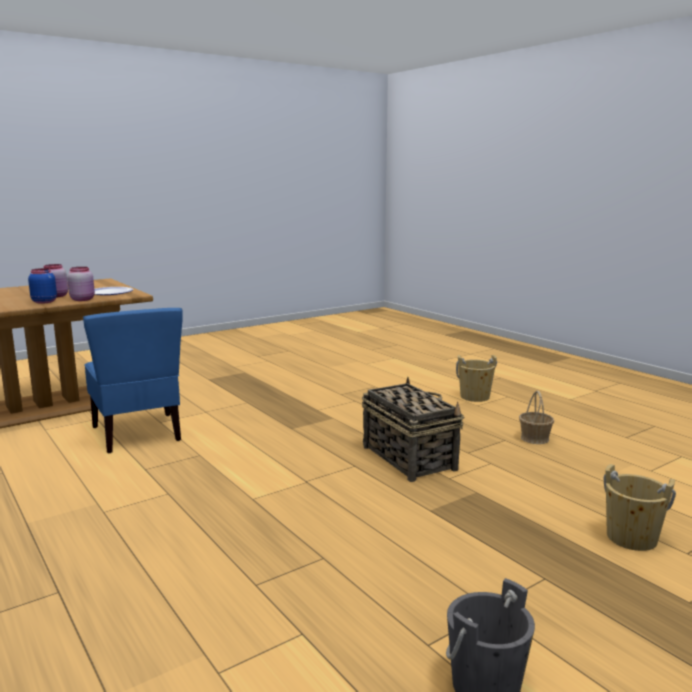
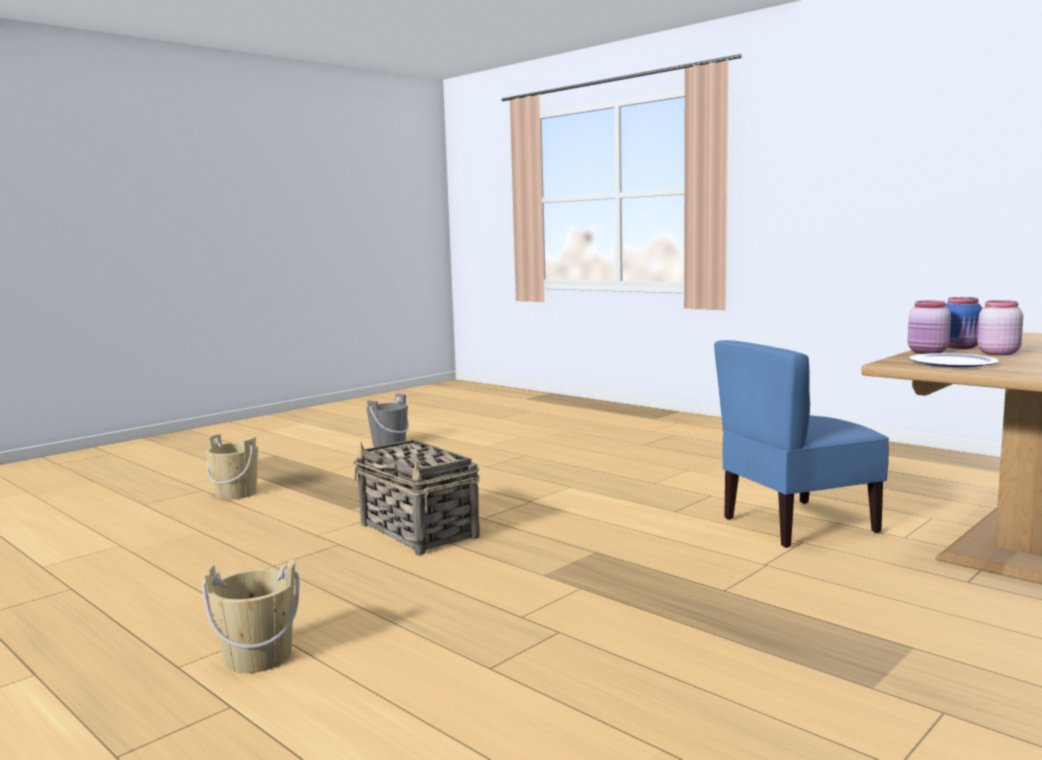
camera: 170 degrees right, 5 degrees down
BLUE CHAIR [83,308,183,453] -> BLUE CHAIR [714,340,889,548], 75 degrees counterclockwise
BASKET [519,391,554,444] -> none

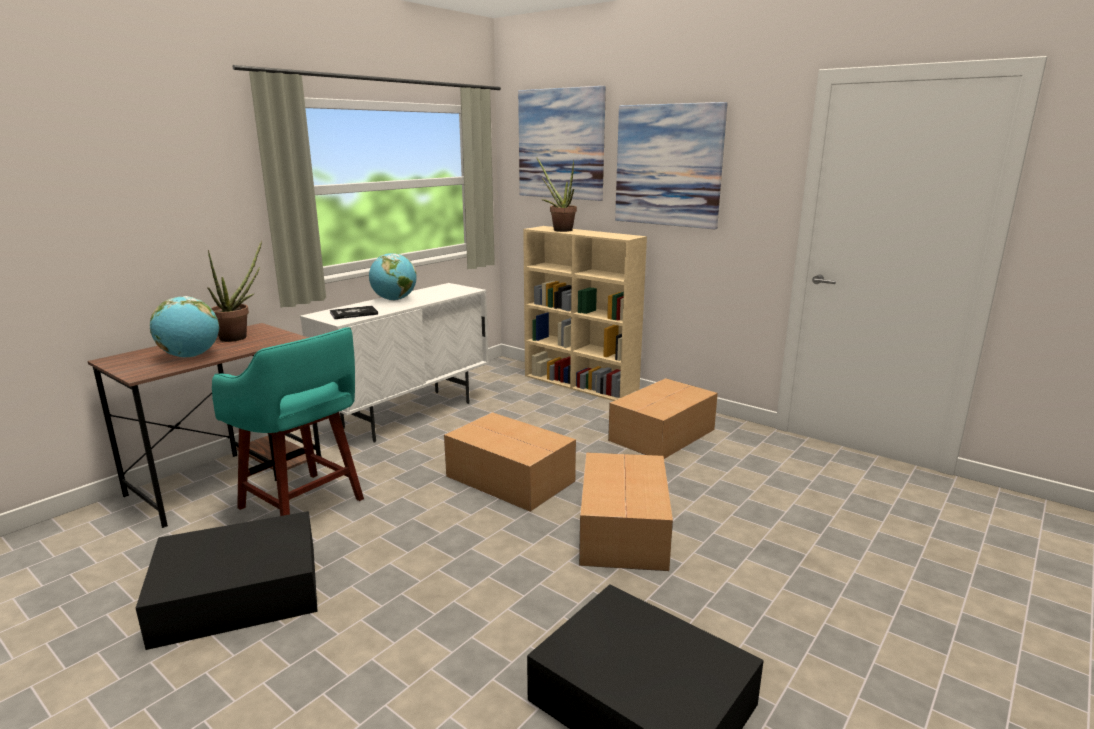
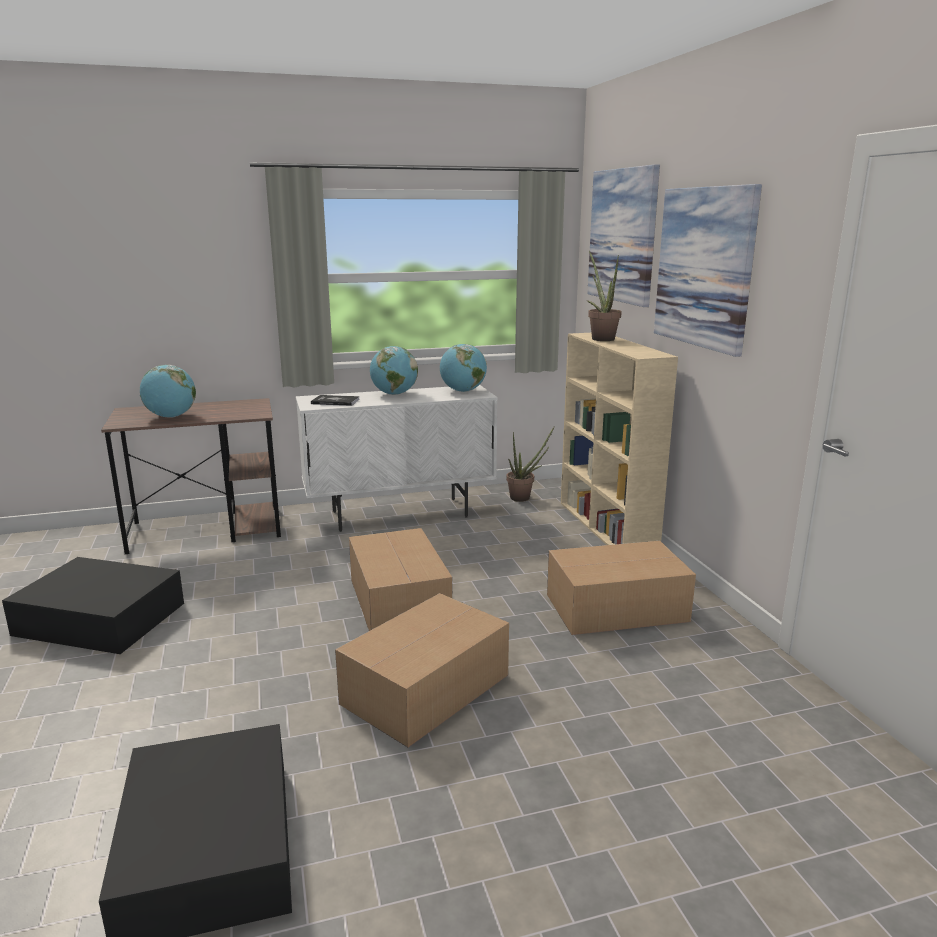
camera: 35 degrees right, 0 degrees up
none -> GLOBE [440,344,487,392]
POTTED PLANT [208,240,262,342] -> POTTED PLANT [506,426,555,502], moved
TURQUOISE STOOL [212,327,364,516] -> none

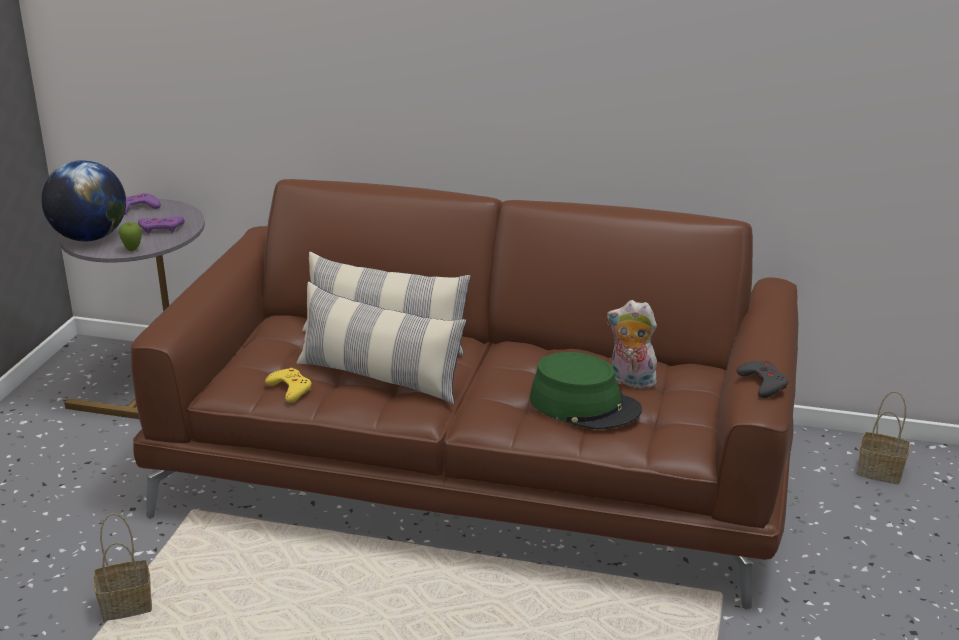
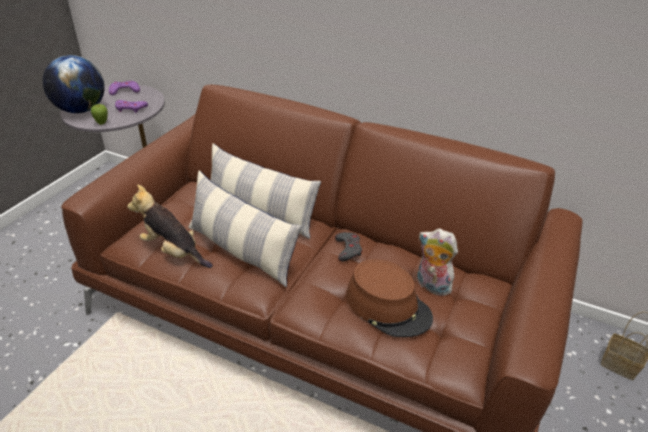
camera: 10 degrees right, 10 degrees up
YELLOW GAME CONTROLLER [265,368,312,403] -> PLUSH TOY [127,184,213,268]
GREY GAME CONTROLLER [736,361,788,398] -> GREY GAME CONTROLLER [335,232,362,262], moved
GREEN HAT [530,352,642,430] -> BROWN HAT [346,259,433,337]
BASKET [94,513,152,623] -> none

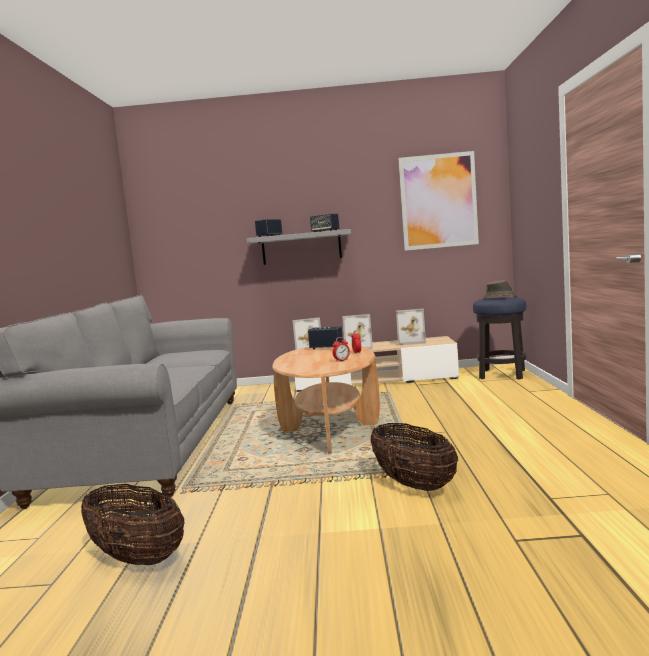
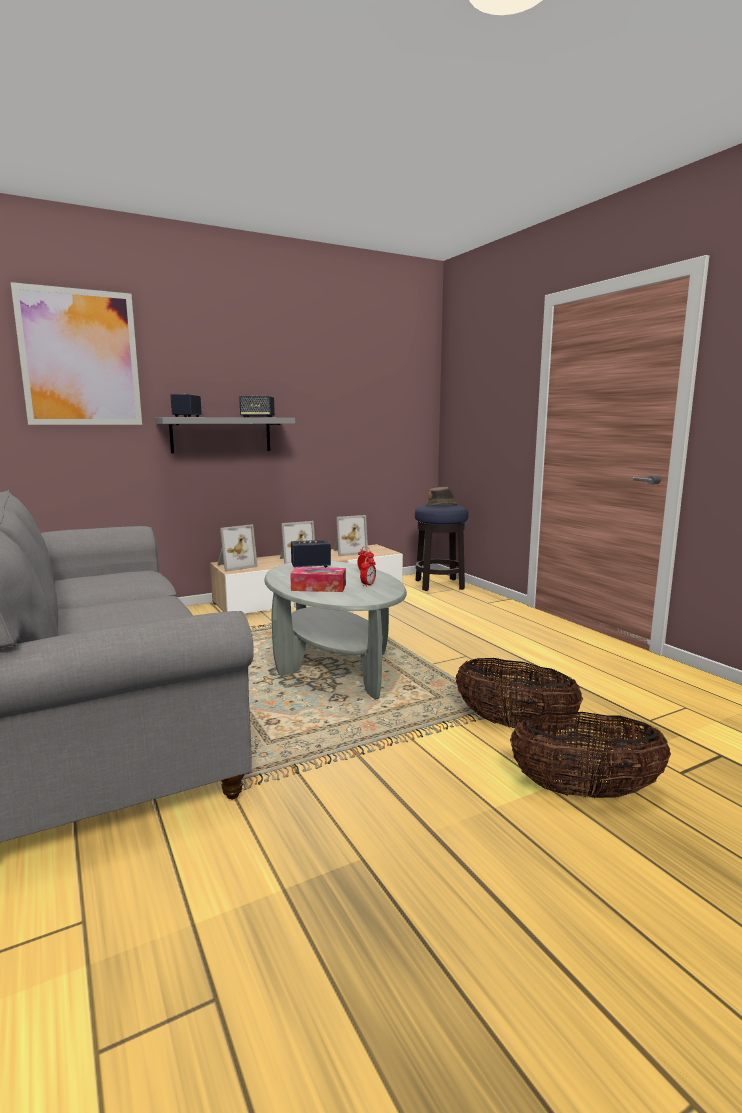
camera: 30 degrees left, 5 degrees up
PICTURE [398,151,479,251] -> PICTURE [11,282,142,425], moved
BROWN COFFEE TABLE [272,344,380,454] -> GREY COFFEE TABLE [264,561,407,700]
none -> TISSUE BOX [290,567,346,592]
BASKET [81,484,184,565] -> BASKET [510,712,671,798], moved

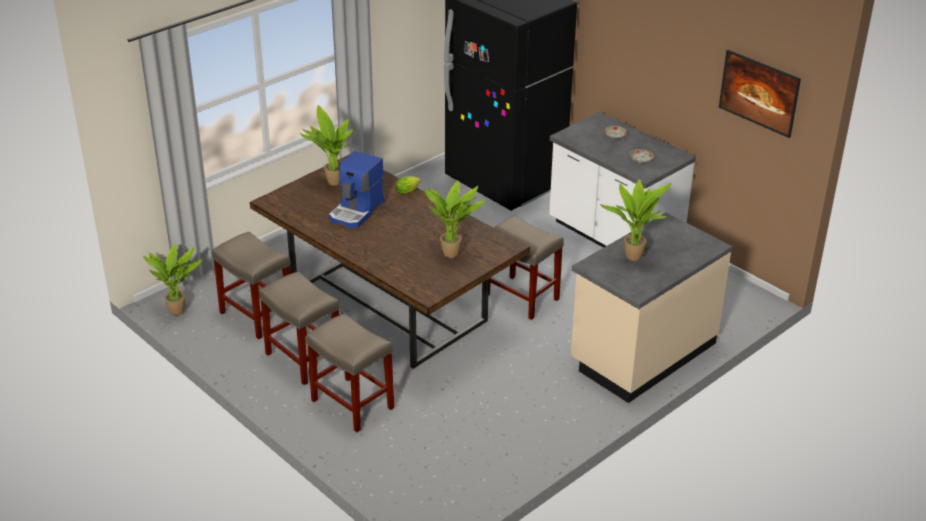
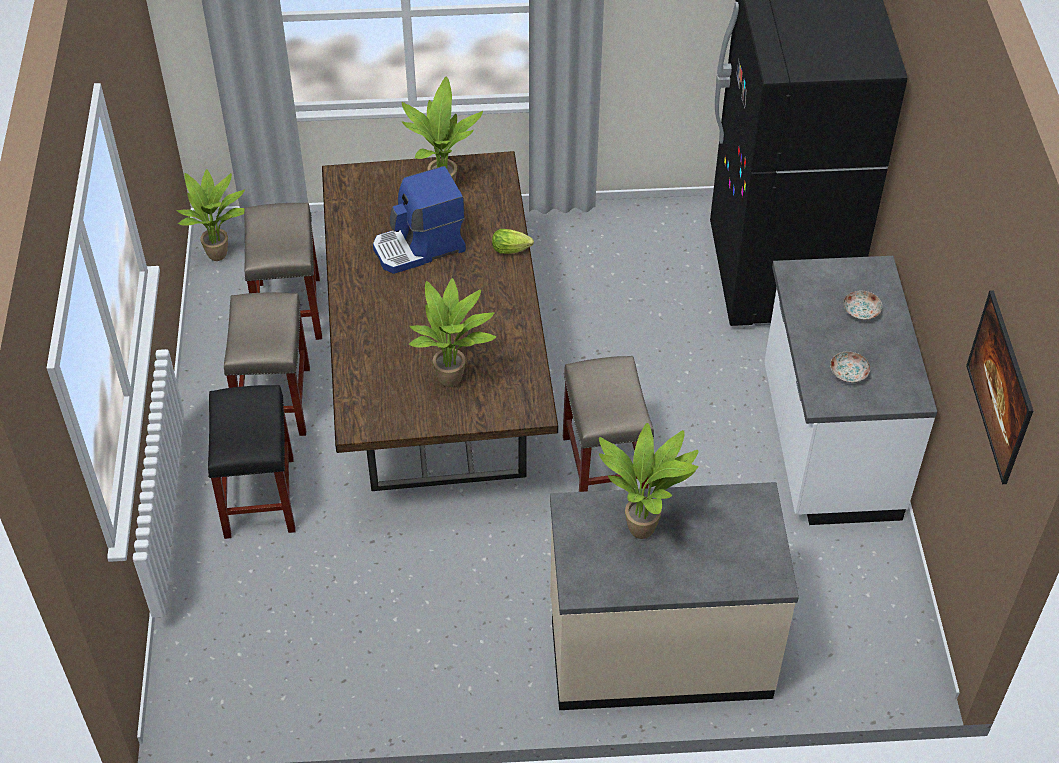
camera: 40 degrees right, 15 degrees up
BEIGE STOOL [306,313,394,432] -> BLACK STOOL [208,385,296,539]

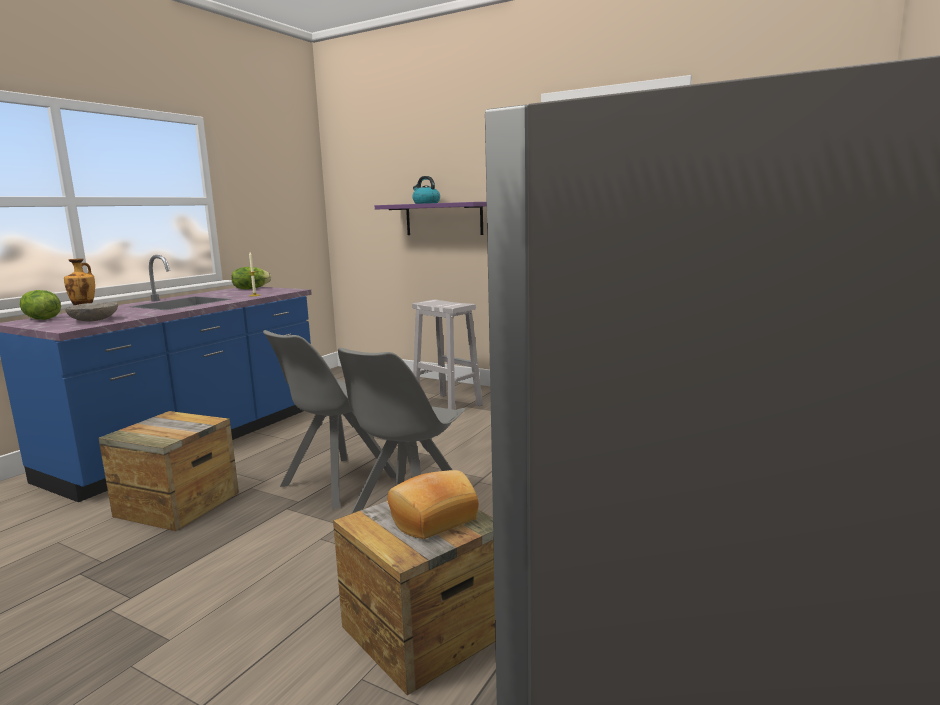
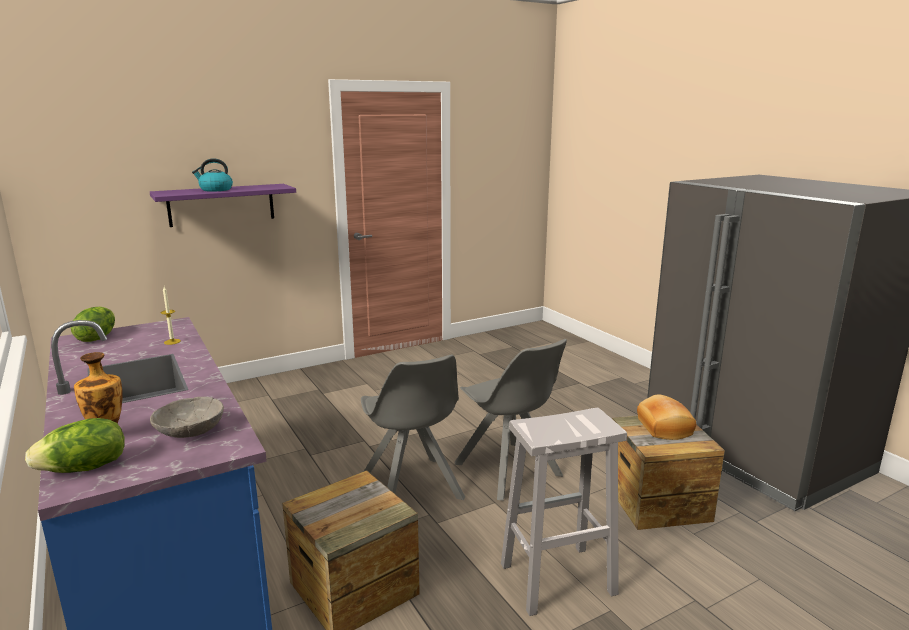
camera: 60 degrees left, 5 degrees up
WHITE STOOL [412,300,483,410] -> WHITE STOOL [501,408,627,616], moved

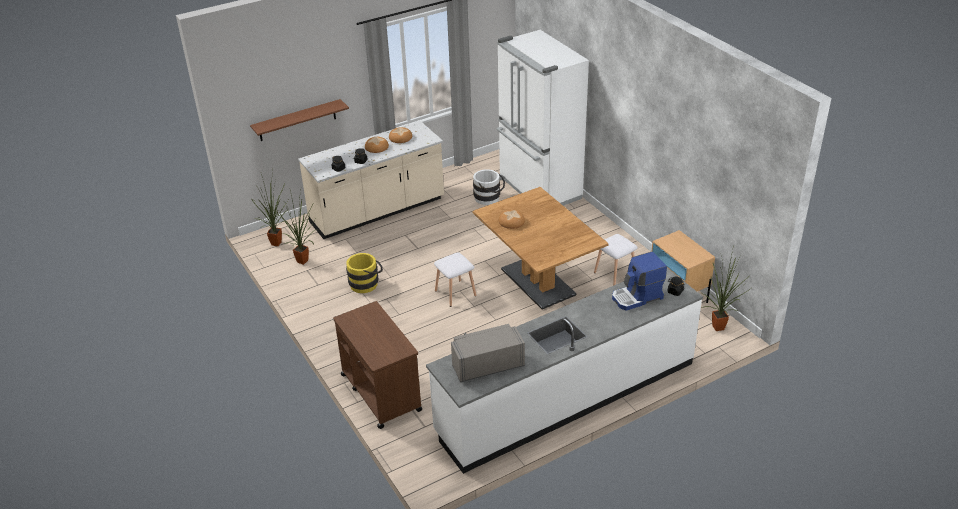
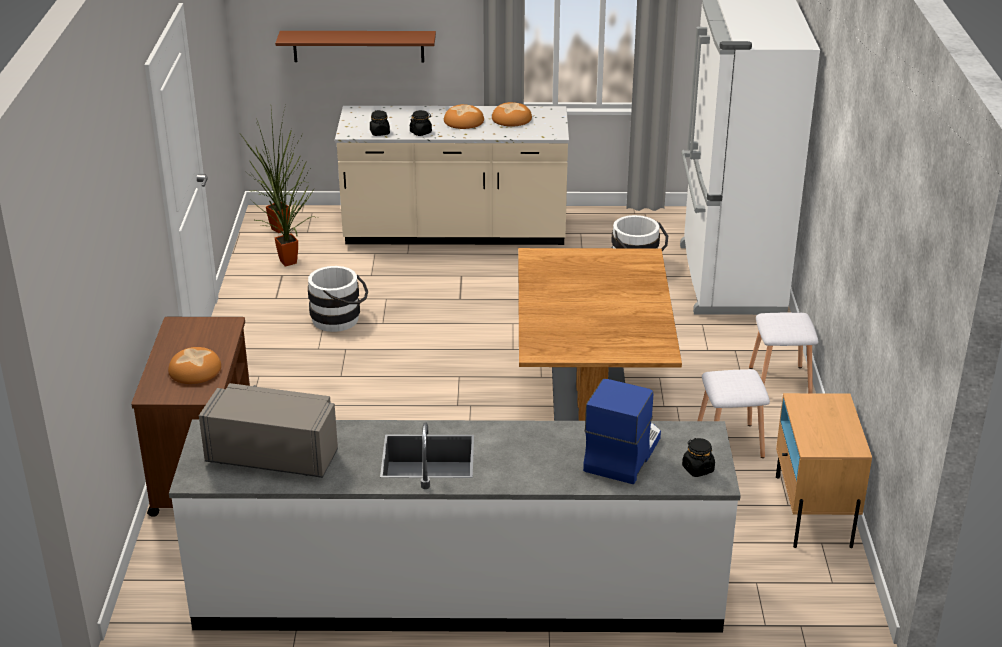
camera: 30 degrees right, 5 degrees down
BREAD [499,210,525,229] -> BREAD [168,347,221,384], moved
YELLOW BUCKET [346,253,383,293] -> WHITE BUCKET [308,266,368,332]
COFFEE MACHINE [612,251,667,311] -> COFFEE MACHINE [583,379,661,484], 105 degrees clockwise
WHITE STOOL [434,252,476,307] -> WHITE STOOL [749,312,819,393], moved
POTTED PLANT [702,250,750,331] -> none

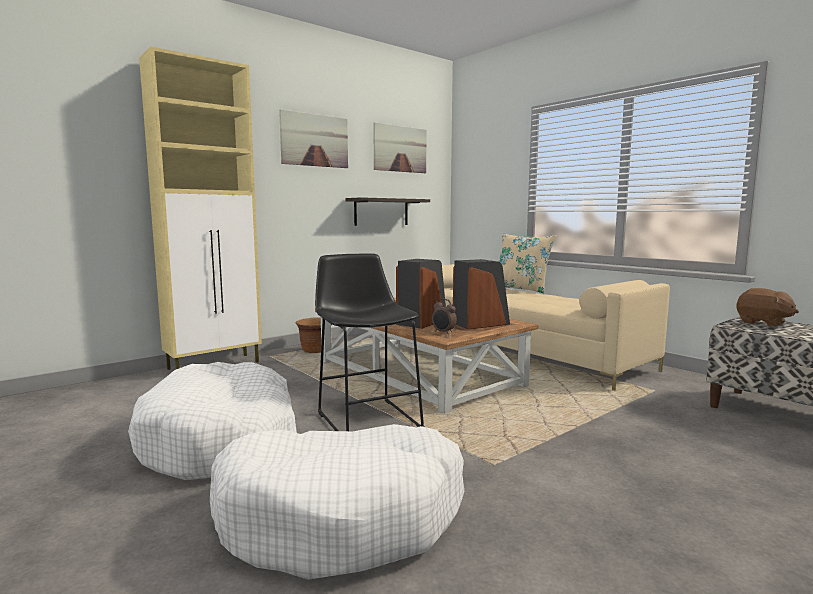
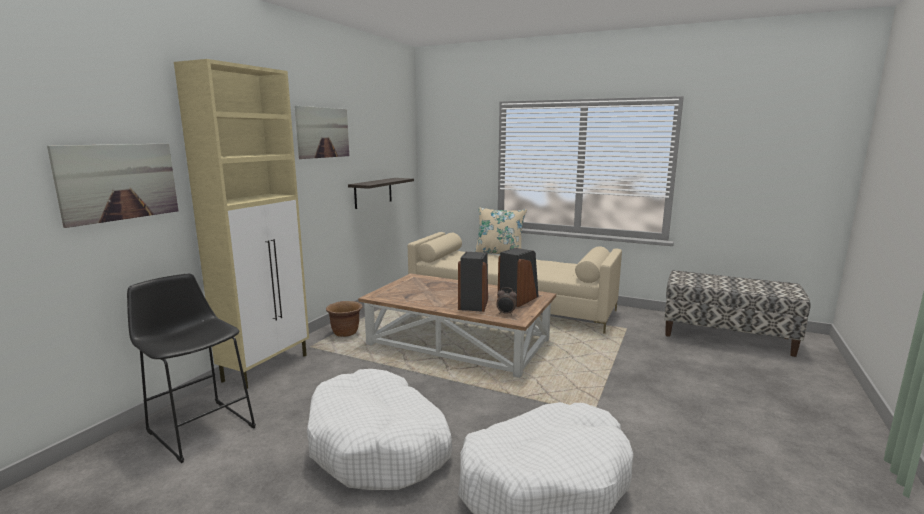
camera: 25 degrees left, 5 degrees up
PICTURE [373,122,427,173] -> PICTURE [47,143,179,228], moved
BLACK STOOL [315,253,425,431] -> BLACK STOOL [127,274,256,463], moved
BROWN PLUSH TOY [736,288,799,327] -> none

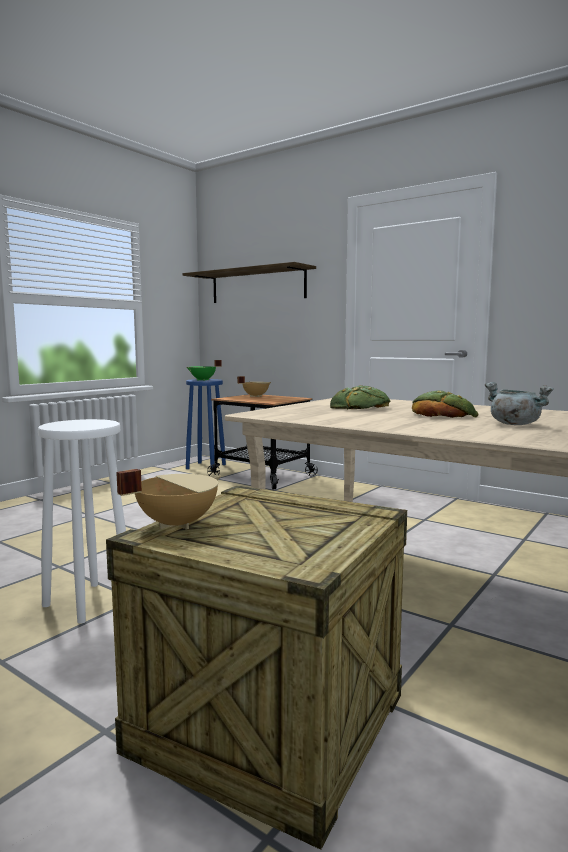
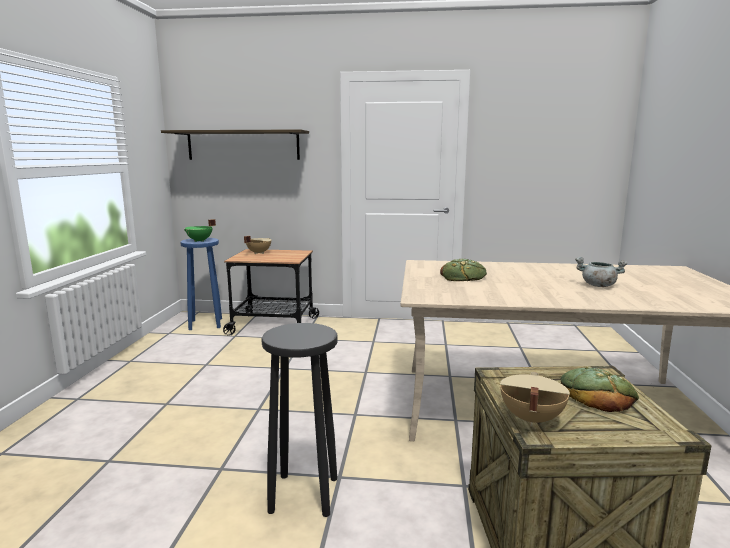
camera: 30 degrees left, 5 degrees up
WHITE STOOL [38,419,126,624] -> BLACK STOOL [261,323,338,517]
BREAD [412,391,478,418] -> BREAD [560,367,639,412], moved

